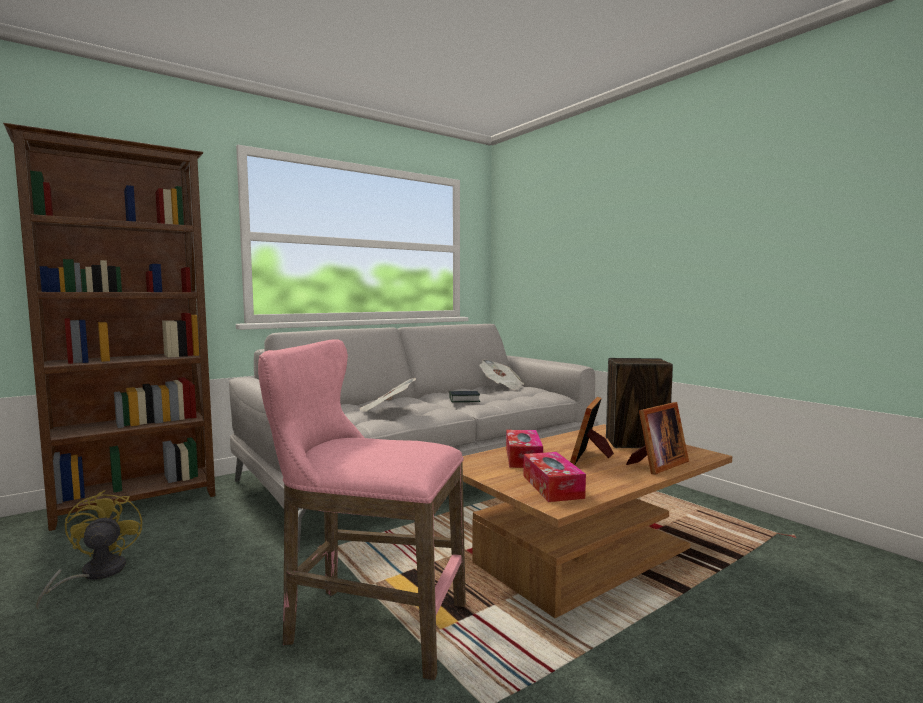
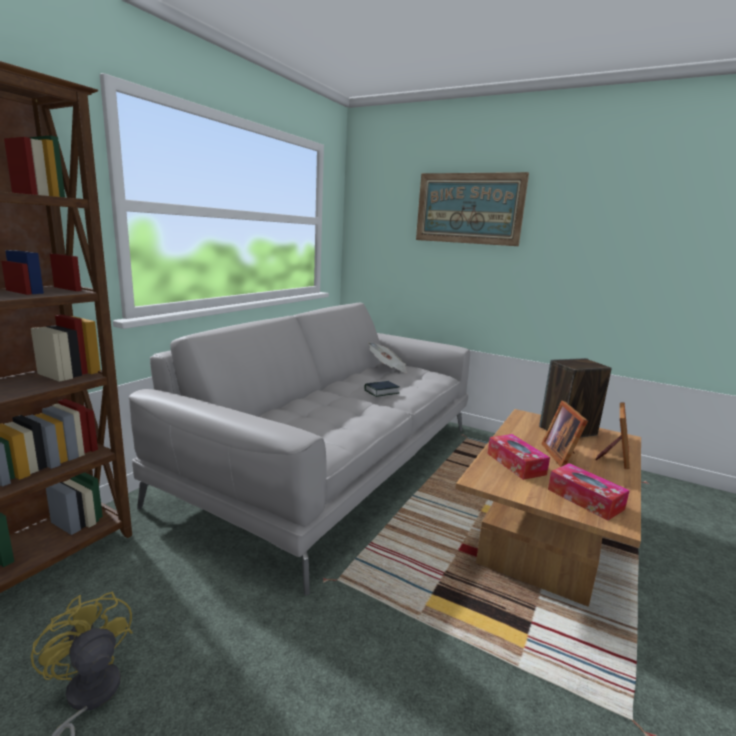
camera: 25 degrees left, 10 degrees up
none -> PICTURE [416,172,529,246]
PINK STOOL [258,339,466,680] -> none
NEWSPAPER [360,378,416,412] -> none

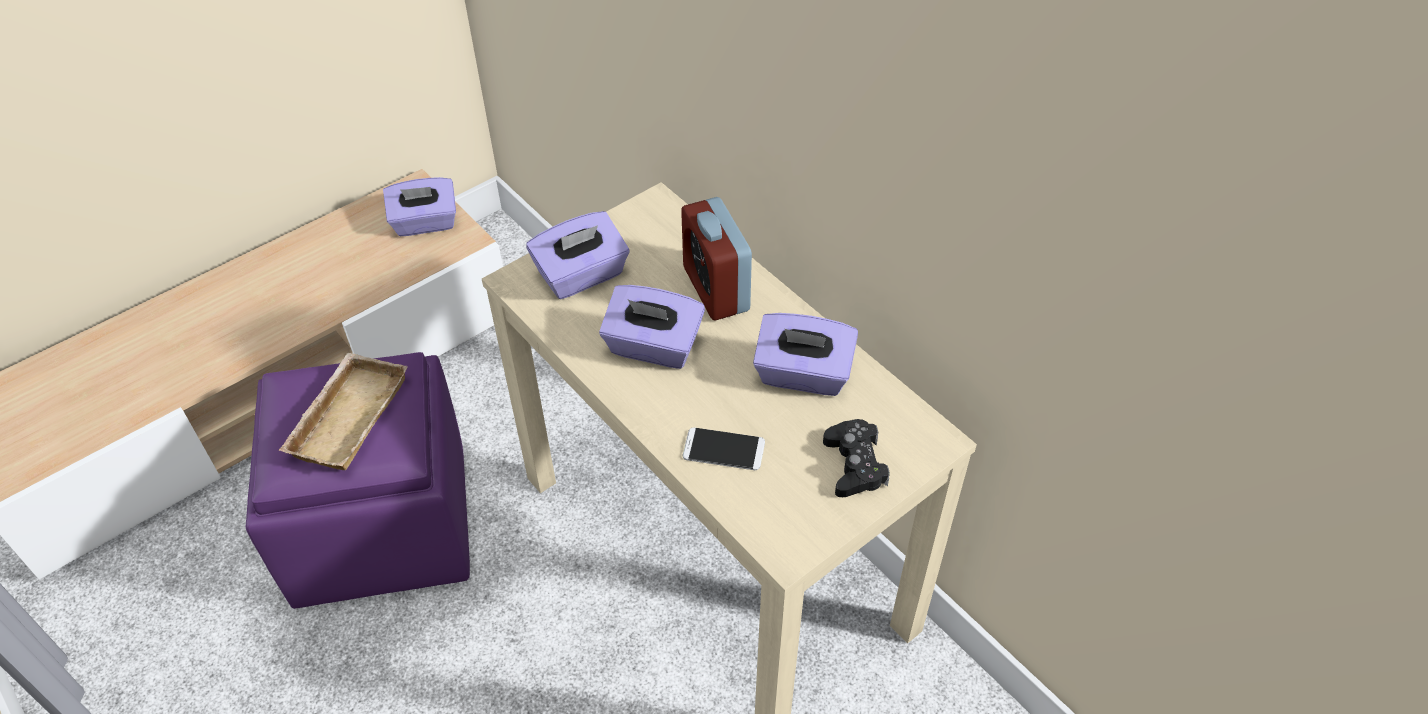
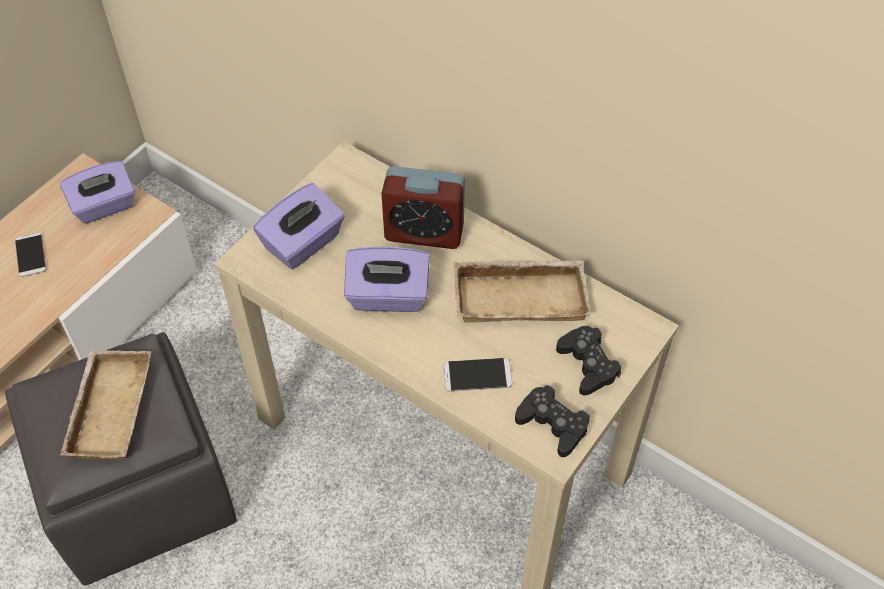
camera: 15 degrees left, 5 degrees up
PURPLE OTTOMAN [246,352,470,609] -> GREY OTTOMAN [5,332,237,586]
none -> PHONE [15,232,46,277]
ALARM CLOCK [681,197,752,321] -> ALARM CLOCK [381,166,465,249], 45 degrees counterclockwise
PURPLE TISSUE BOX [753,313,858,396] -> BEIGE TRAY [454,260,591,323]
none -> BLACK GAME CONTROLLER [515,385,590,457]

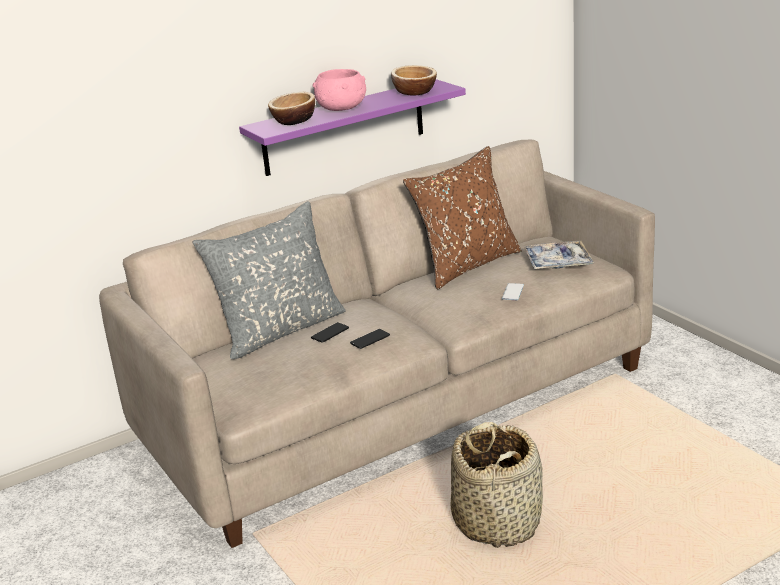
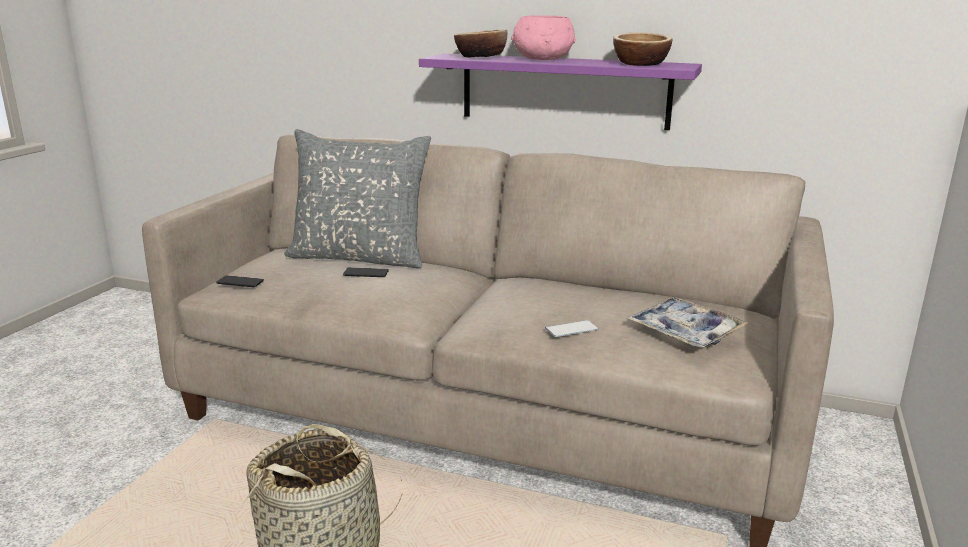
camera: 50 degrees right, 5 degrees down
PHONE [350,329,390,349] -> PHONE [216,275,264,287], moved
BROWN PILLOW [403,146,521,290] -> none

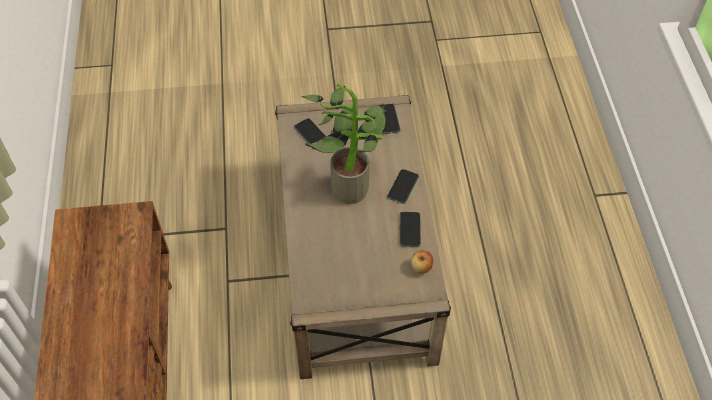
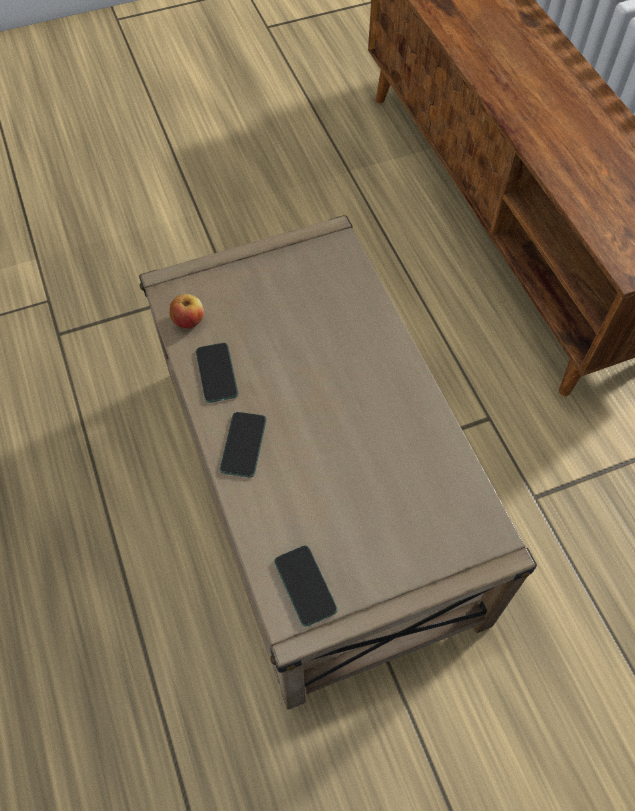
camera: 165 degrees right, 5 degrees up
PHONE [294,118,326,144] -> none
POTTED PLANT [302,83,387,204] -> none

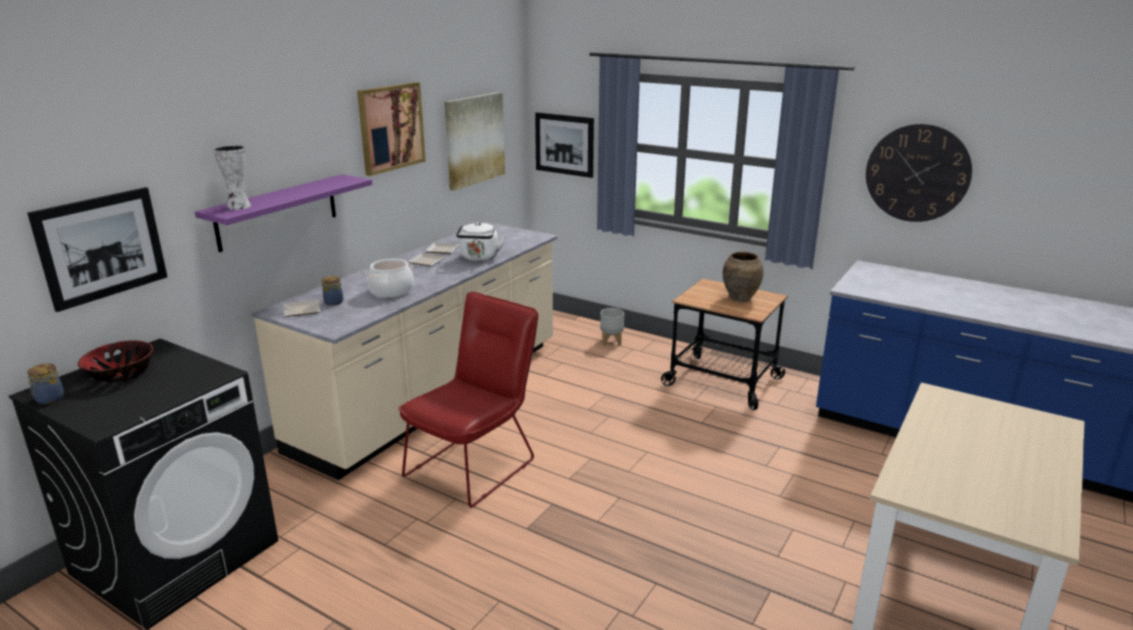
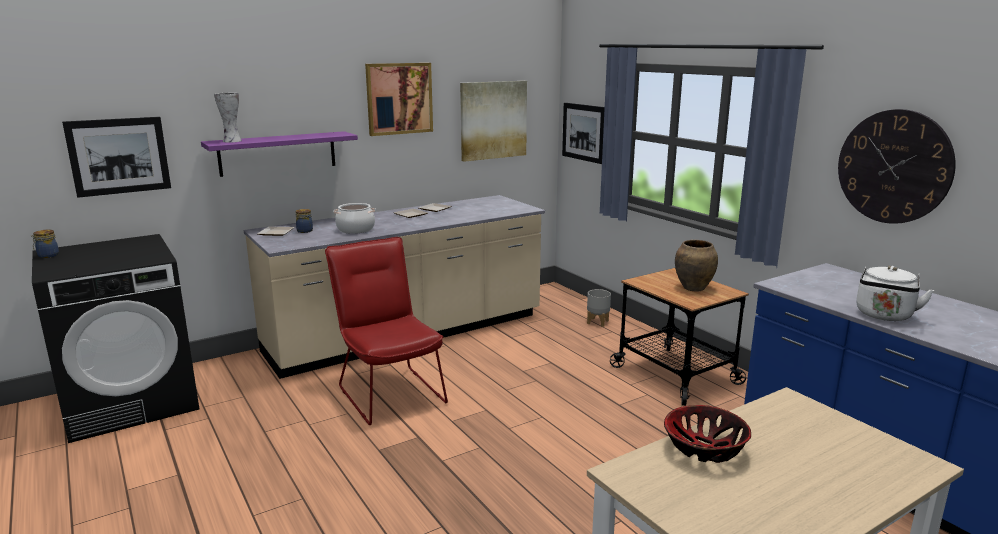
camera: 25 degrees right, 5 degrees down
RED CHAIR [398,292,538,508] -> RED CHAIR [325,237,448,425], 90 degrees counterclockwise
BOWL [78,340,153,383] -> BOWL [664,405,751,463], moved
WHITE KETTLE [456,222,506,261] -> WHITE KETTLE [856,266,934,321], moved

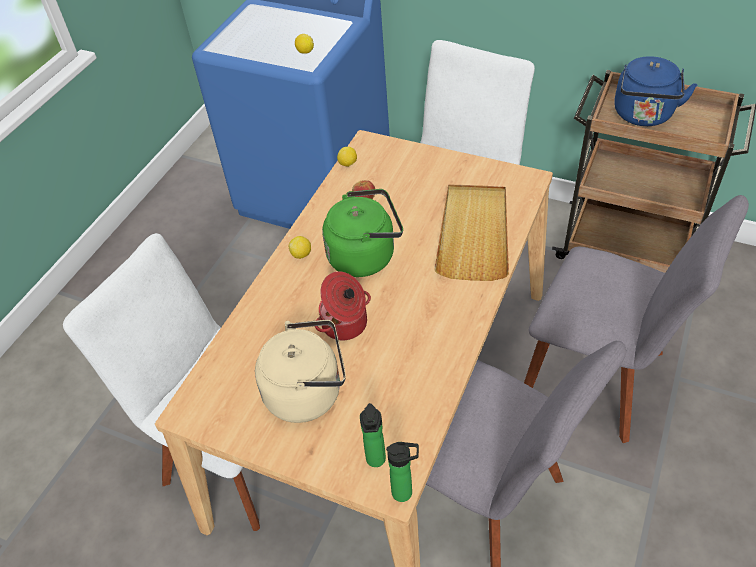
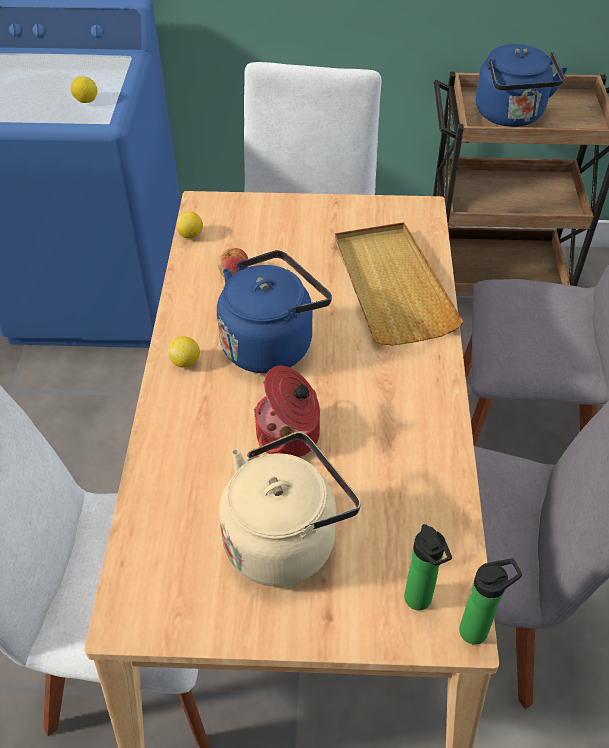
camera: 25 degrees left, 0 degrees up
GREEN KETTLE [322,189,403,277] -> BLUE KETTLE [217,250,332,373]

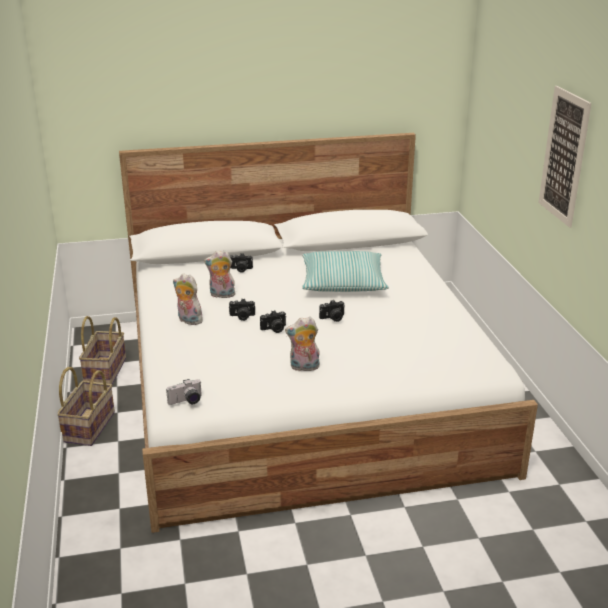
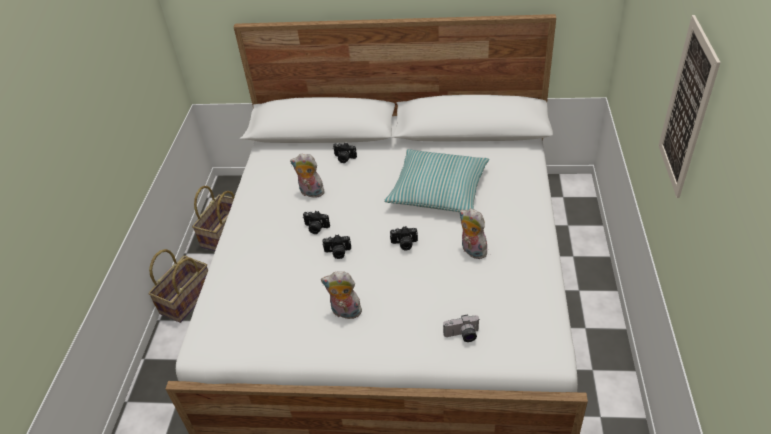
camera: 20 degrees right, 15 degrees up
PHOTO CAMERA [166,379,202,405] -> PHOTO CAMERA [443,314,479,342], moved
PLUSH TOY [173,273,203,325] -> PLUSH TOY [460,209,487,259], moved

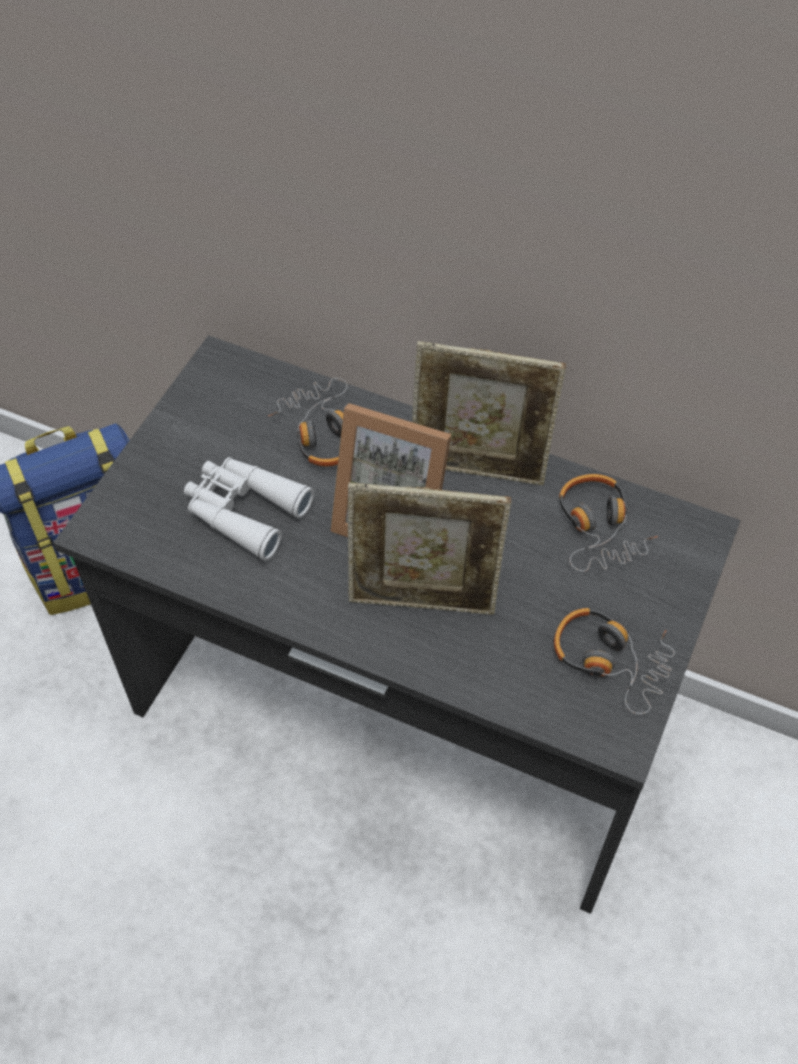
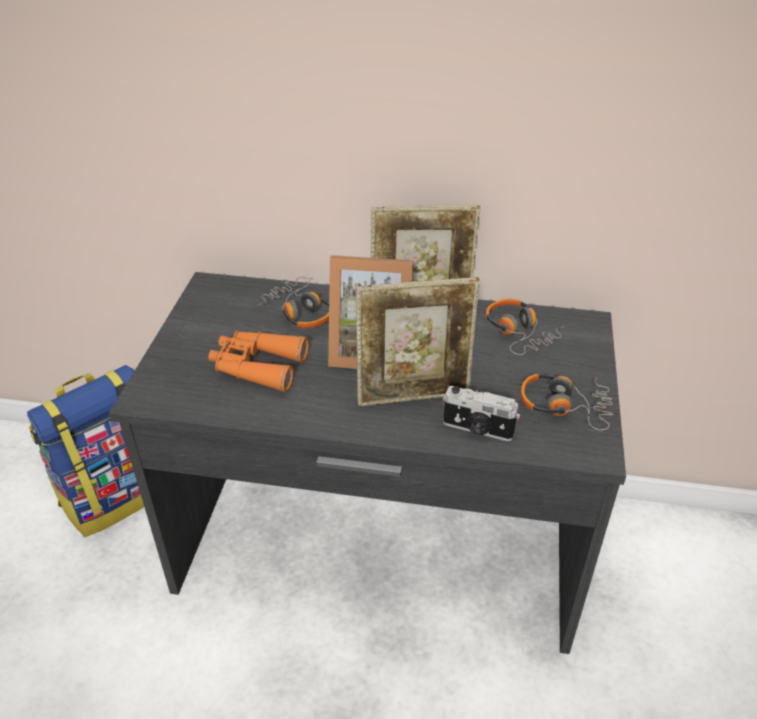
camera: 15 degrees left, 15 degrees down
WHITE BINOCULARS [184,457,315,561] -> ORANGE BINOCULARS [208,331,309,392]
none -> PHOTO CAMERA [443,386,520,441]

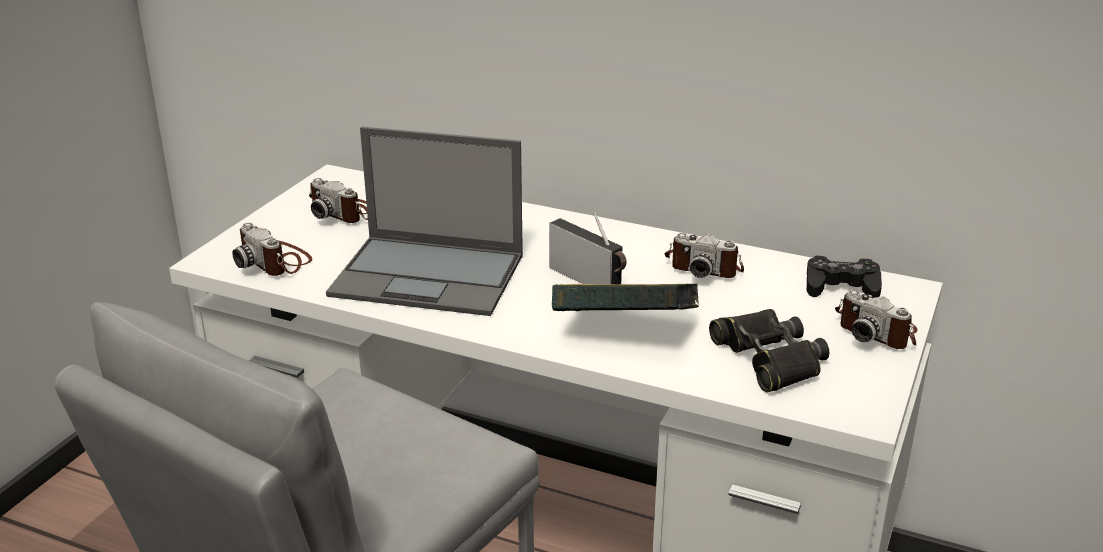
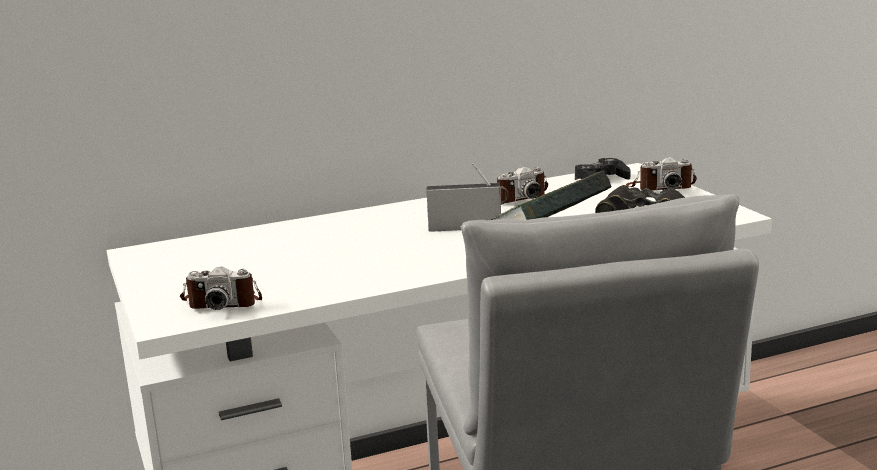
camera: 45 degrees left, 10 degrees down
PHOTO CAMERA [309,178,368,223] -> none
LAPTOP [326,127,523,316] -> none

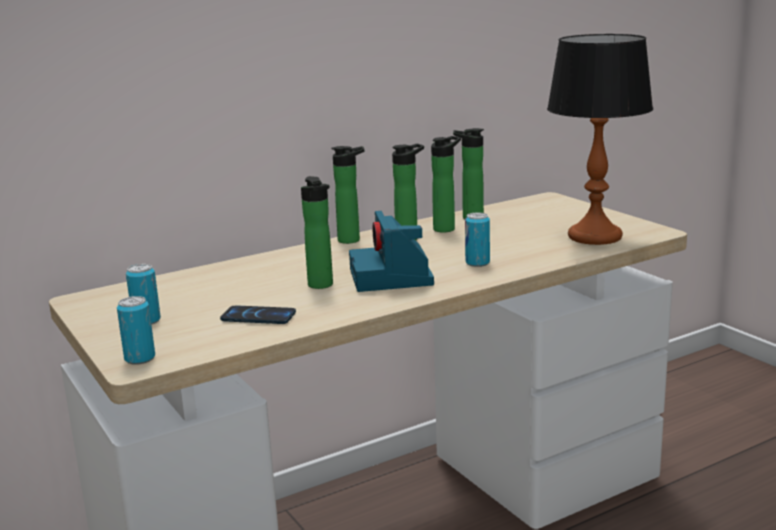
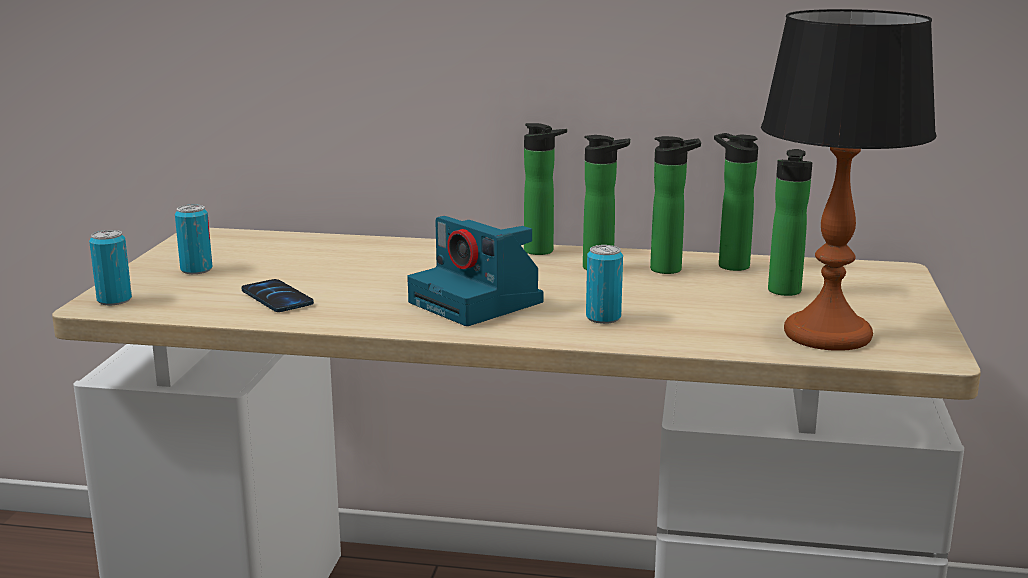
camera: 40 degrees right, 0 degrees up
PHOTO CAMERA [349,211,434,292] -> PHOTO CAMERA [407,216,543,326], 75 degrees counterclockwise
BOTTLE [301,176,333,289] -> BOTTLE [768,149,812,296], moved

